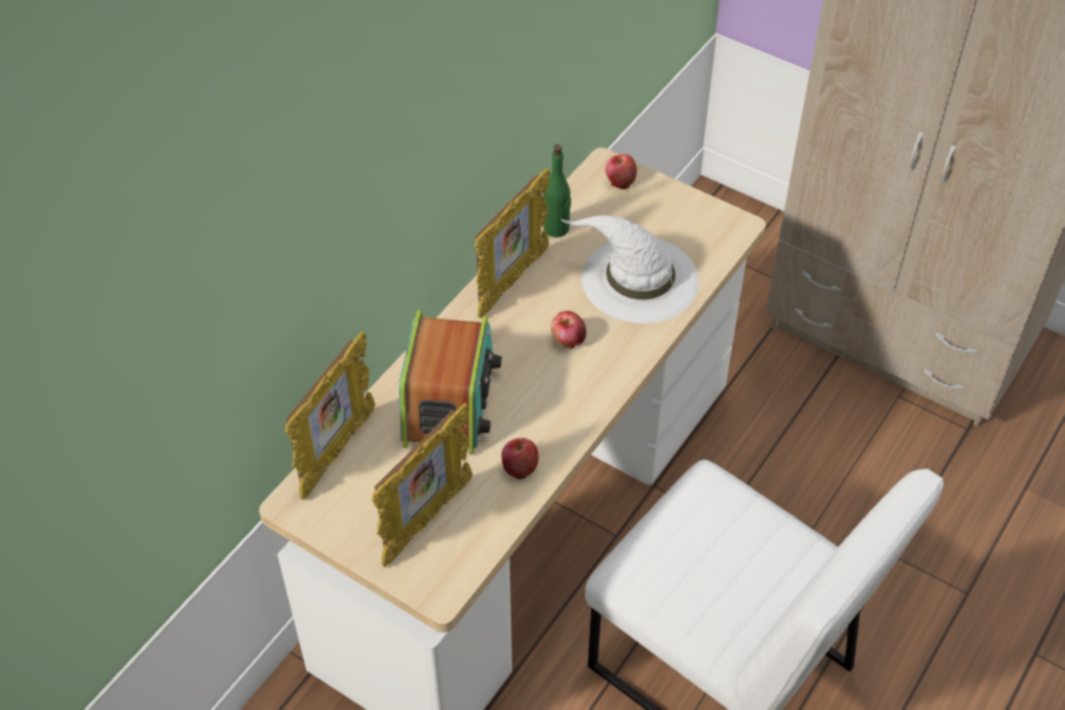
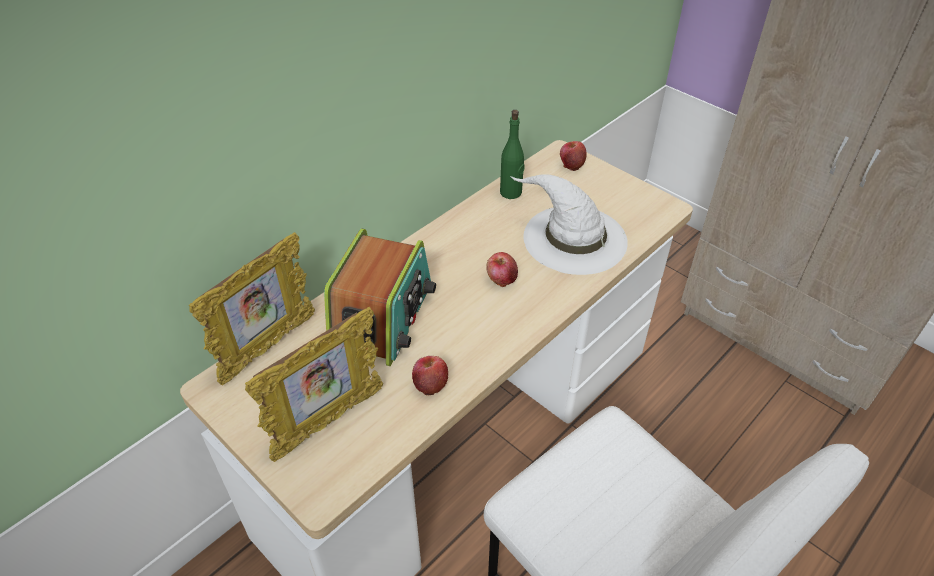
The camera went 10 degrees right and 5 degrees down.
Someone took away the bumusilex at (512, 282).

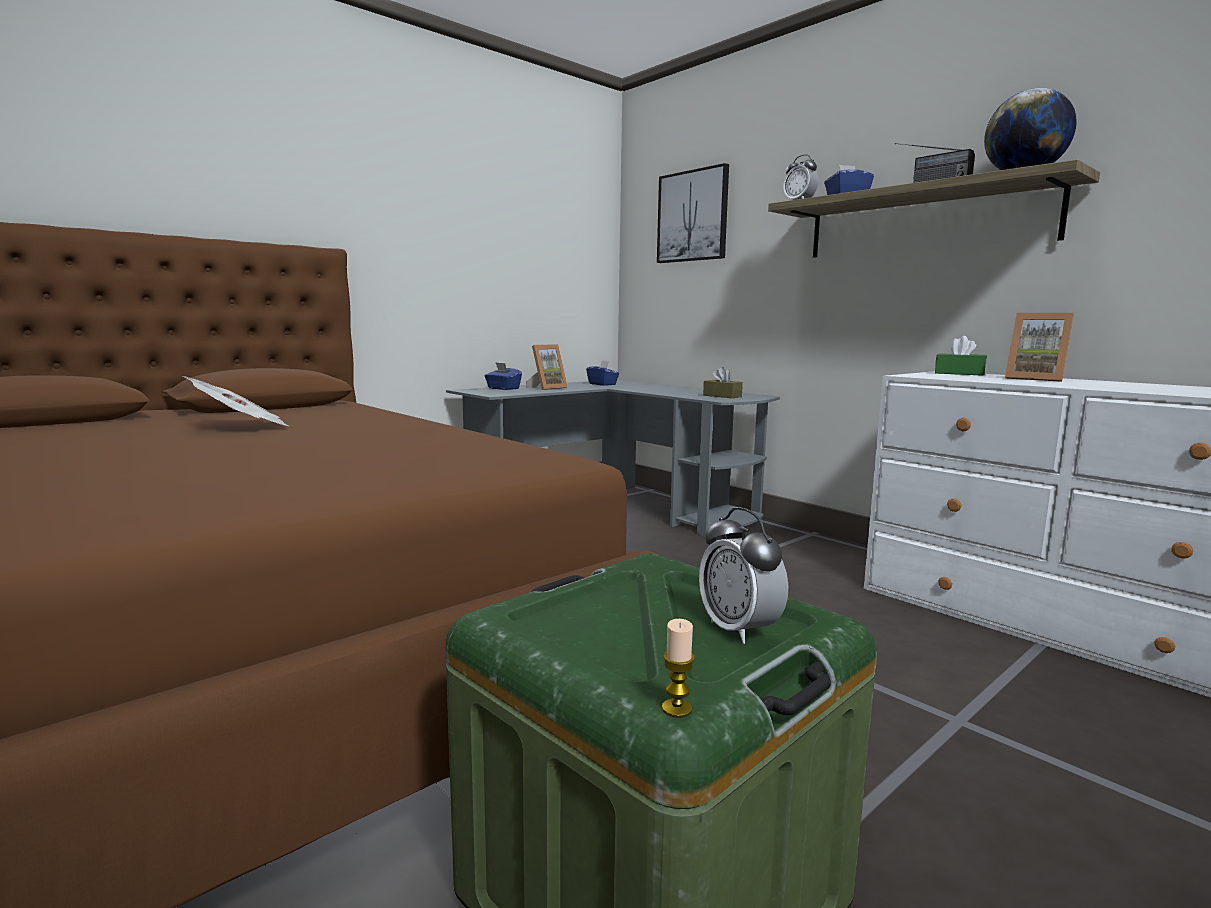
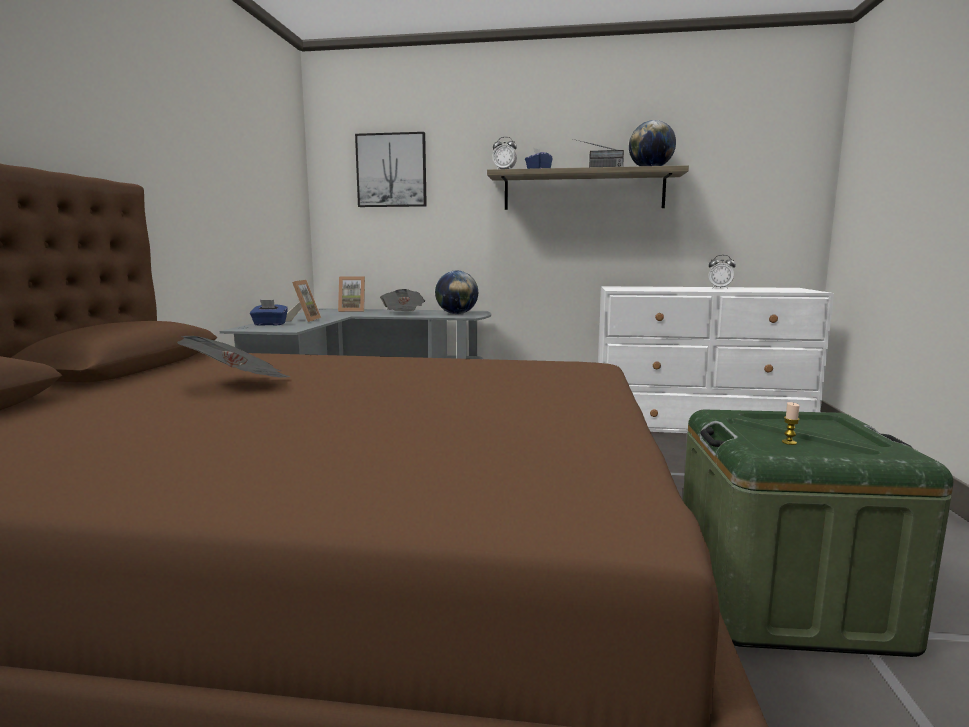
The camera went 40 degrees left and 0 degrees up.
Someone carried the bumusilex from (1035, 379) to (352, 311).
Someone put down the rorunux at (403, 313).
Someone swapped the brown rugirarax at (722, 396) for the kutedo at (456, 314).
Someone carried the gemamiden from (739, 630) to (720, 288).
Someone carried the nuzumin from (677, 709) to (789, 442).
Someone took away the blue rugirarax at (602, 384).
Someone took away the green rugirarax at (959, 373).

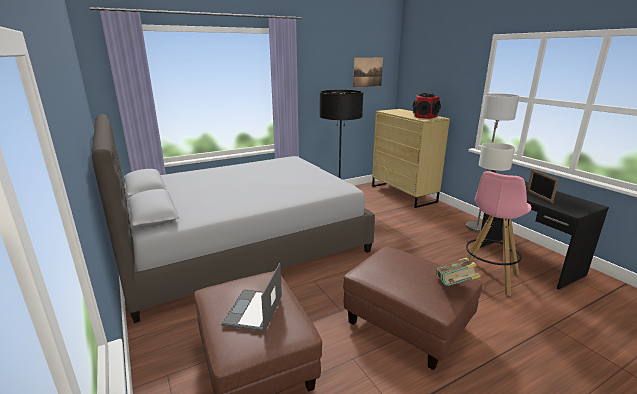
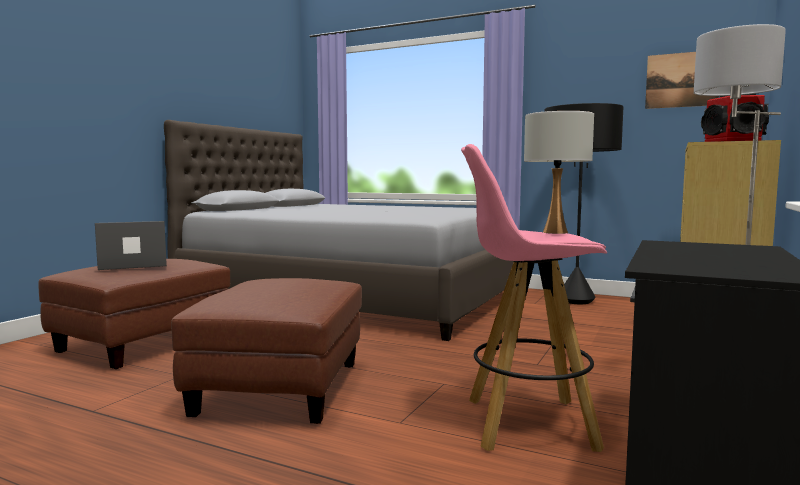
The camera went 55 degrees right and 15 degrees down.
Someone took away the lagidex at (455, 286).
Someone took away the bumusilex at (539, 196).

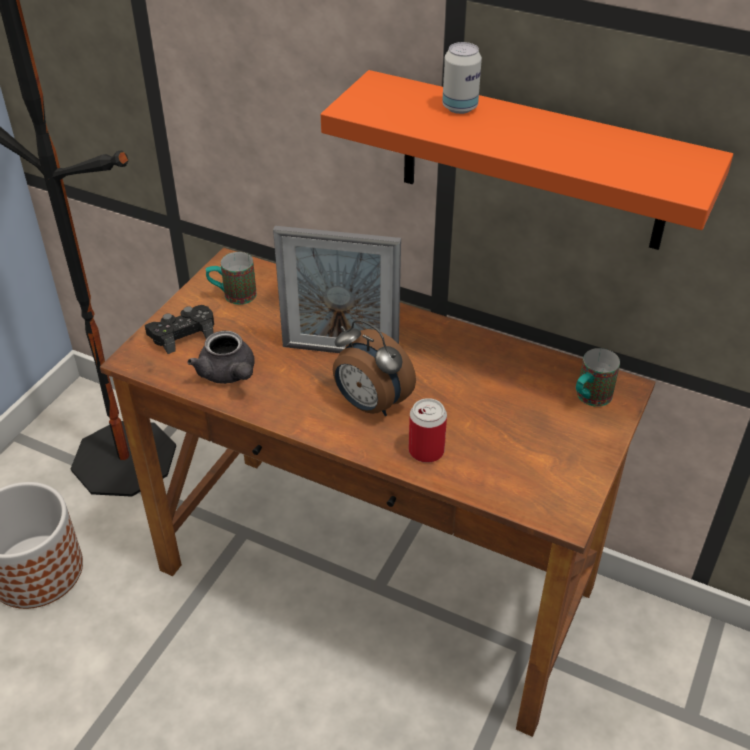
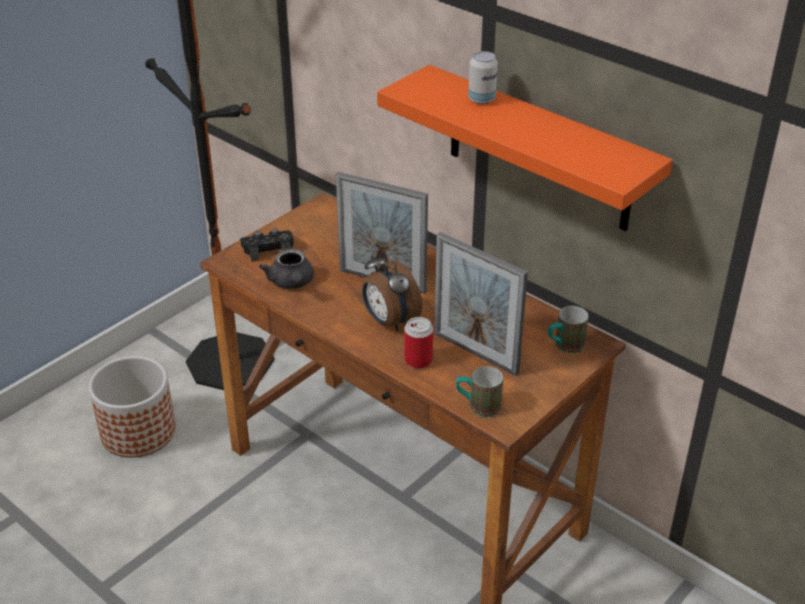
The camera went 15 degrees right and 5 degrees down.
Someone put down the bumusilex at (475, 353).
Someone carried the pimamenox from (233, 296) to (478, 406).

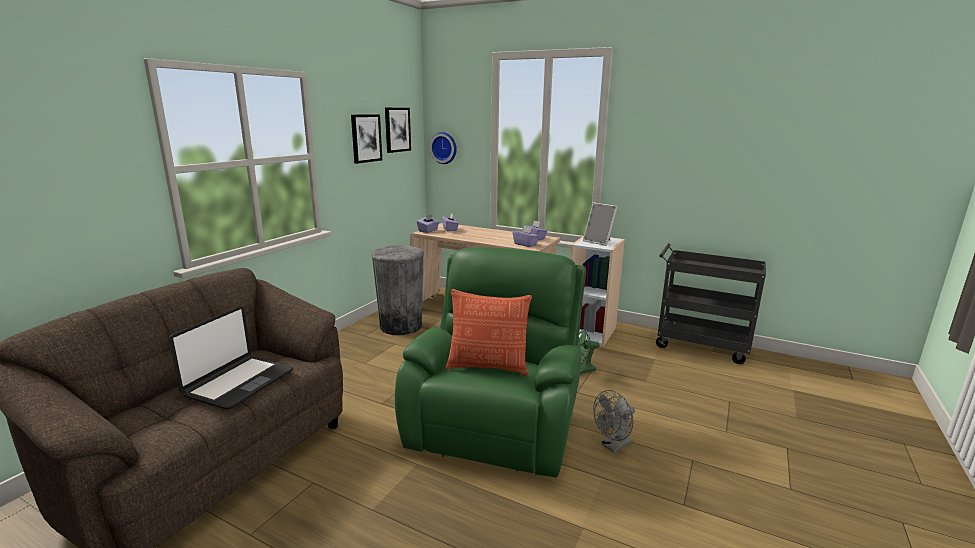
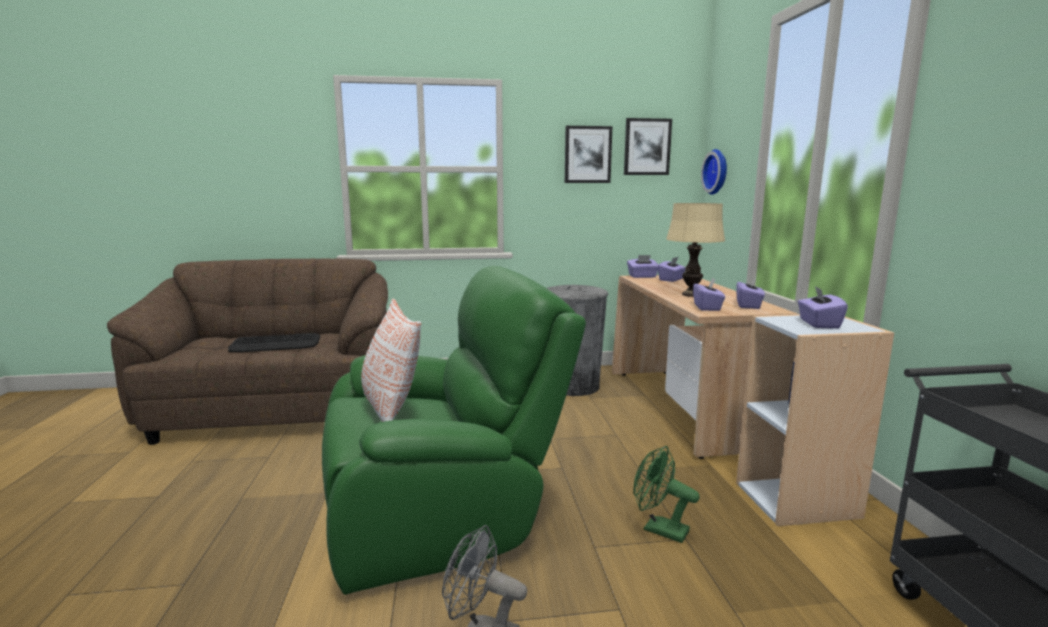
The camera went 55 degrees right and 5 degrees down.
Someone swapped the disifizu at (238, 382) for the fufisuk at (276, 344).
Someone repainted the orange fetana at (488, 367), which became the white fetana at (391, 410).
Someone put down the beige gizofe at (691, 295).
Someone swapped the bumusilex at (599, 242) for the purple rugirarax at (818, 324).

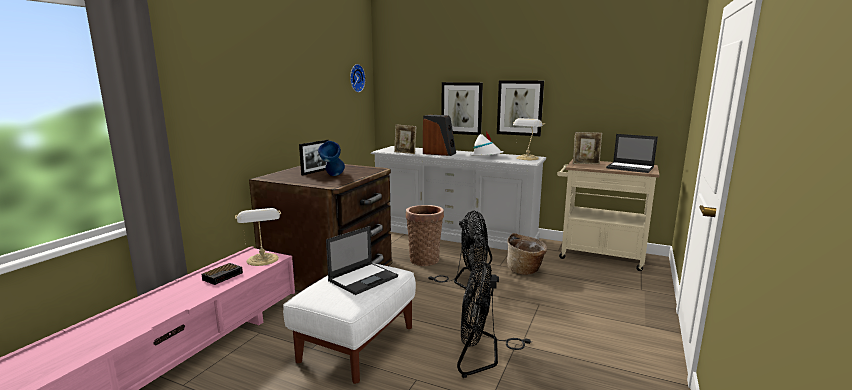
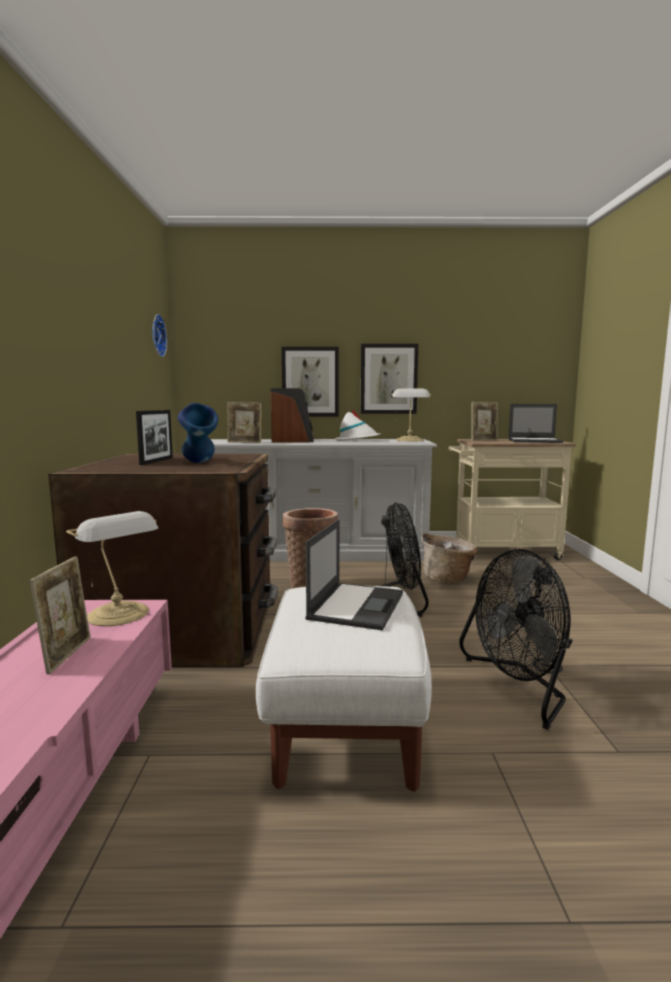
The camera went 25 degrees left and 5 degrees down.
Someone swapped the gemamiden at (223, 276) for the bumusilex at (67, 654).

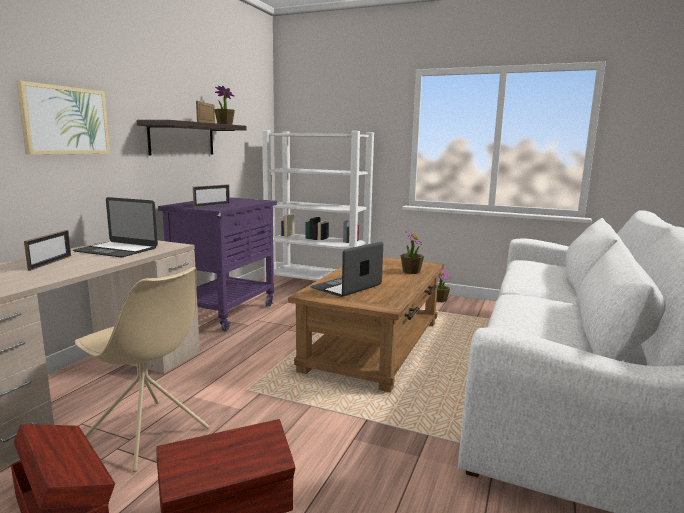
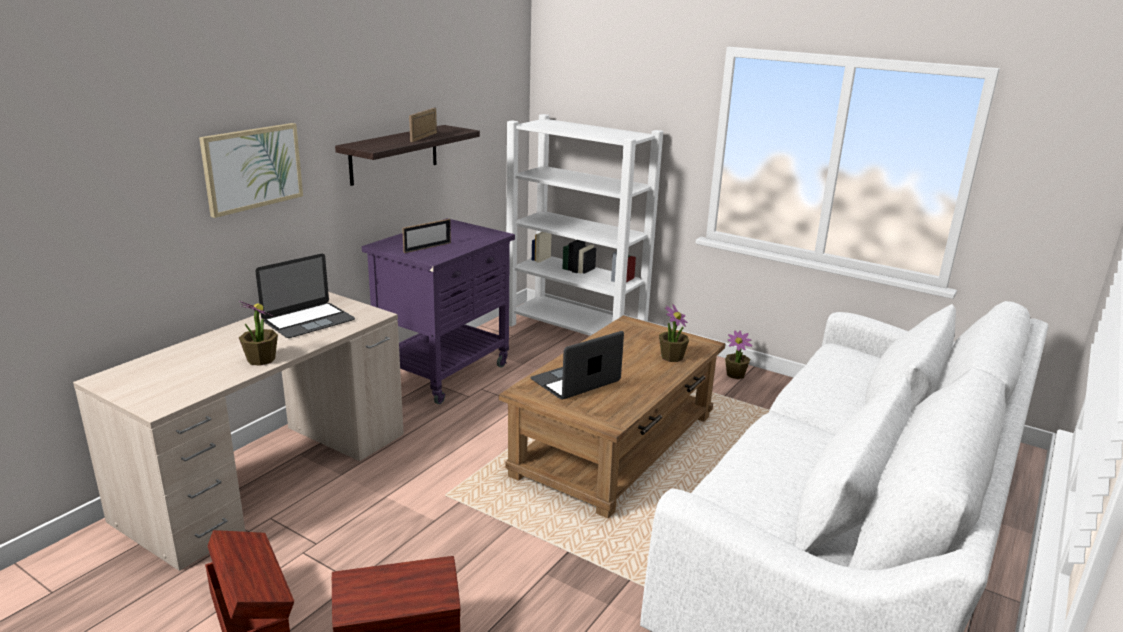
The camera went 10 degrees right and 10 degrees up.
Someone carried the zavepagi from (224, 124) to (261, 359).
Someone rotated the disifizu at (116, 249) by 75 degrees counterclockwise.
Someone took away the bumusilex at (50, 262).
Someone took away the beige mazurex at (148, 435).

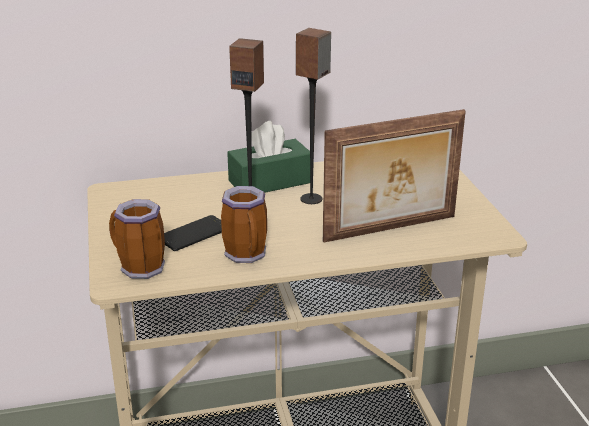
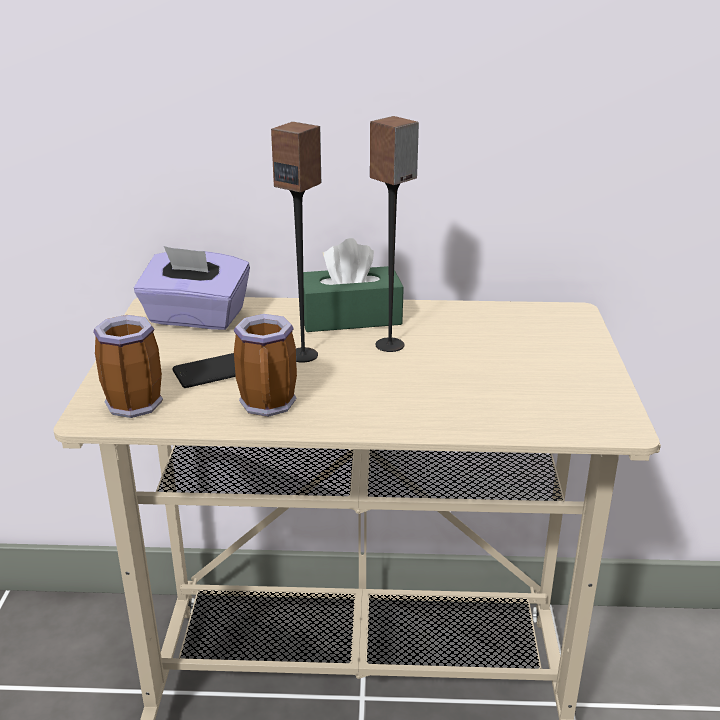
The camera went 15 degrees right and 0 degrees up.
Someone put down the purple rugirarax at (195, 318).
Someone took away the bumusilex at (391, 229).

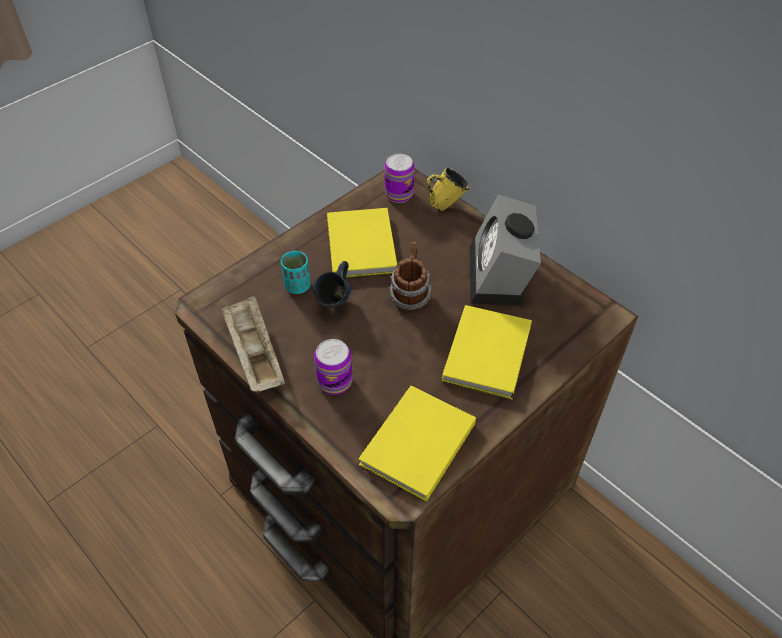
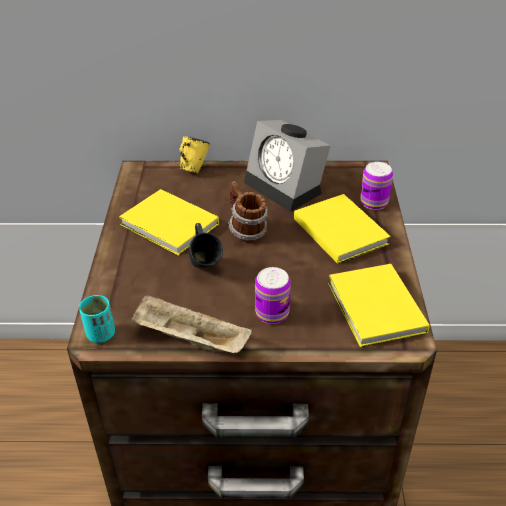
The camera went 45 degrees left and 10 degrees down.
Someone carried the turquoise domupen from (297, 286) to (101, 334).
Someone carried the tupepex from (399, 194) to (374, 202).

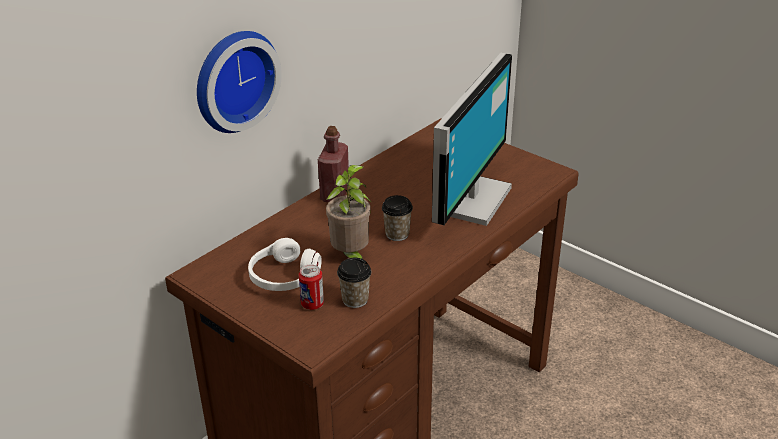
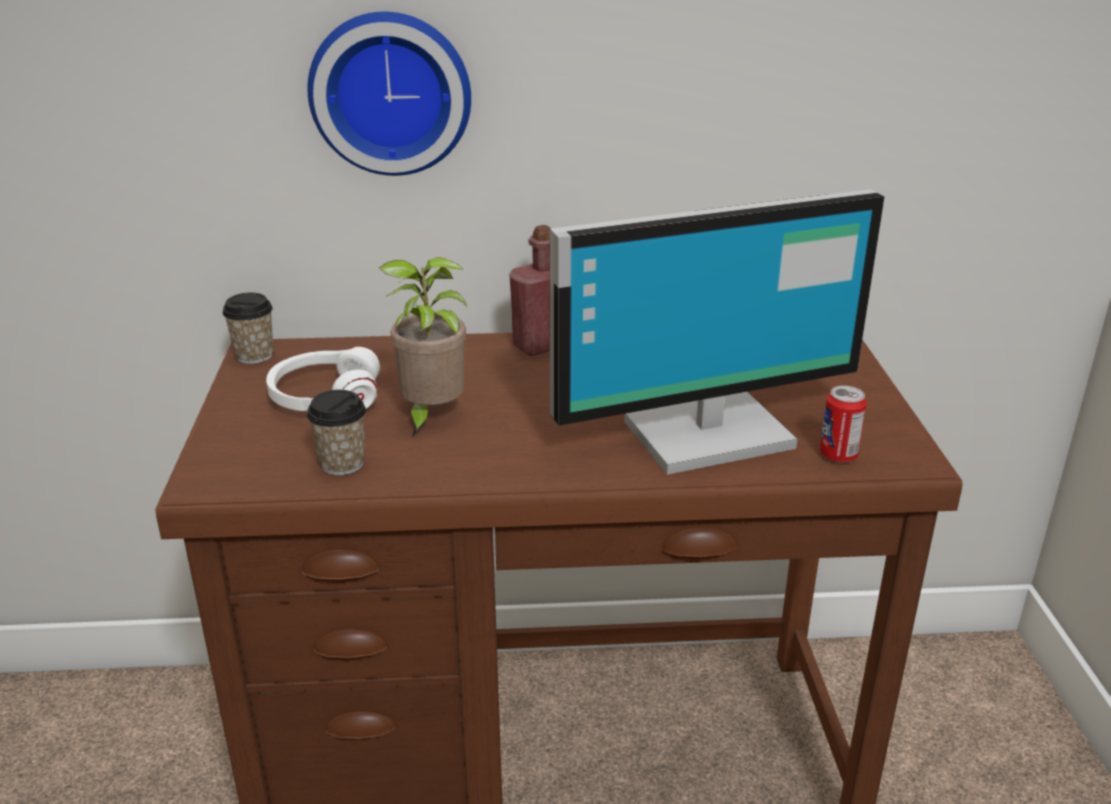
The camera went 45 degrees right and 5 degrees down.
Someone carried the domupen from (397, 234) to (254, 356).
Someone carried the tupepex from (312, 304) to (838, 455).

